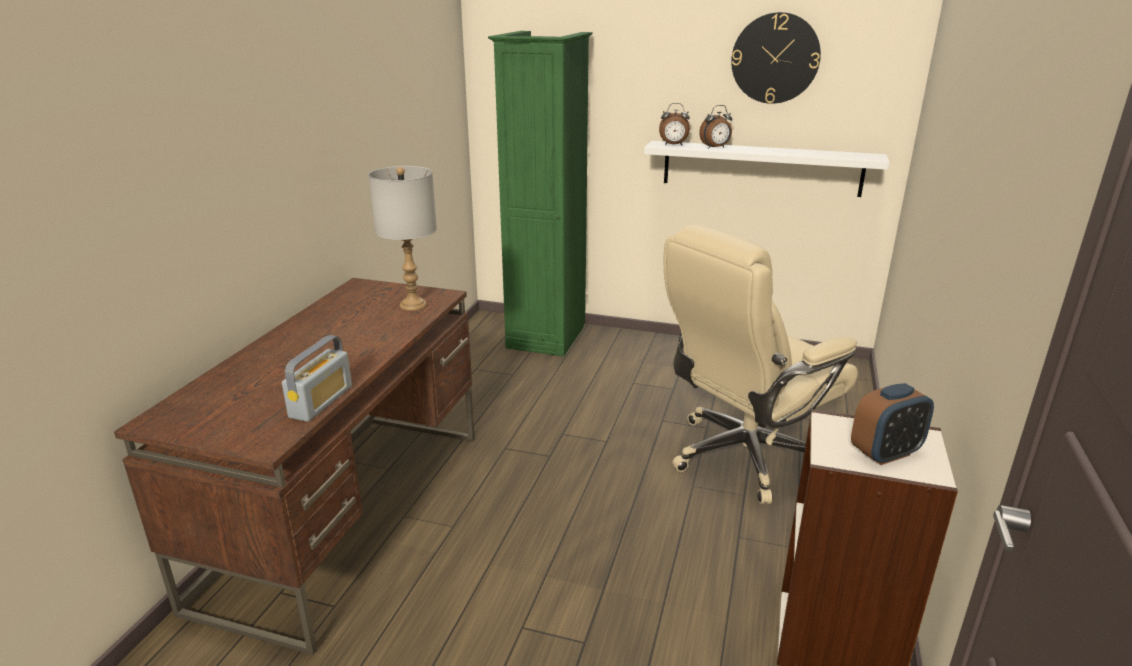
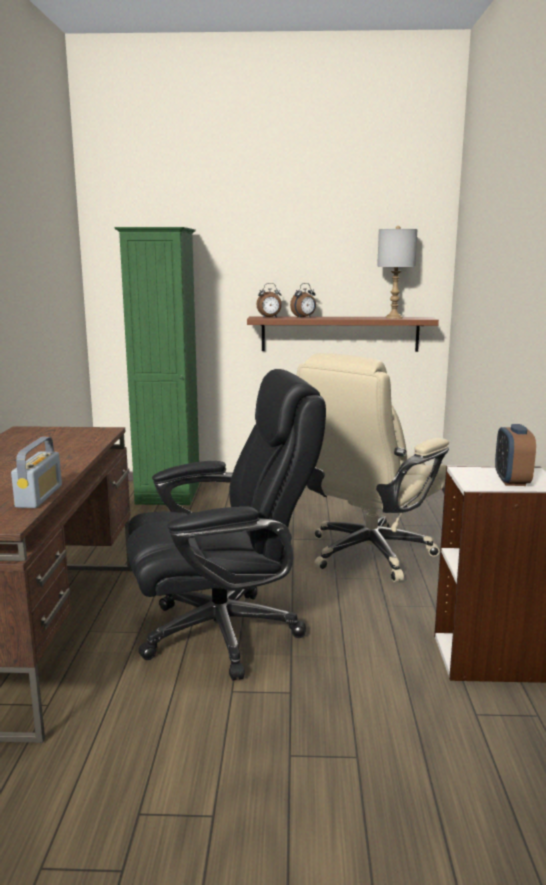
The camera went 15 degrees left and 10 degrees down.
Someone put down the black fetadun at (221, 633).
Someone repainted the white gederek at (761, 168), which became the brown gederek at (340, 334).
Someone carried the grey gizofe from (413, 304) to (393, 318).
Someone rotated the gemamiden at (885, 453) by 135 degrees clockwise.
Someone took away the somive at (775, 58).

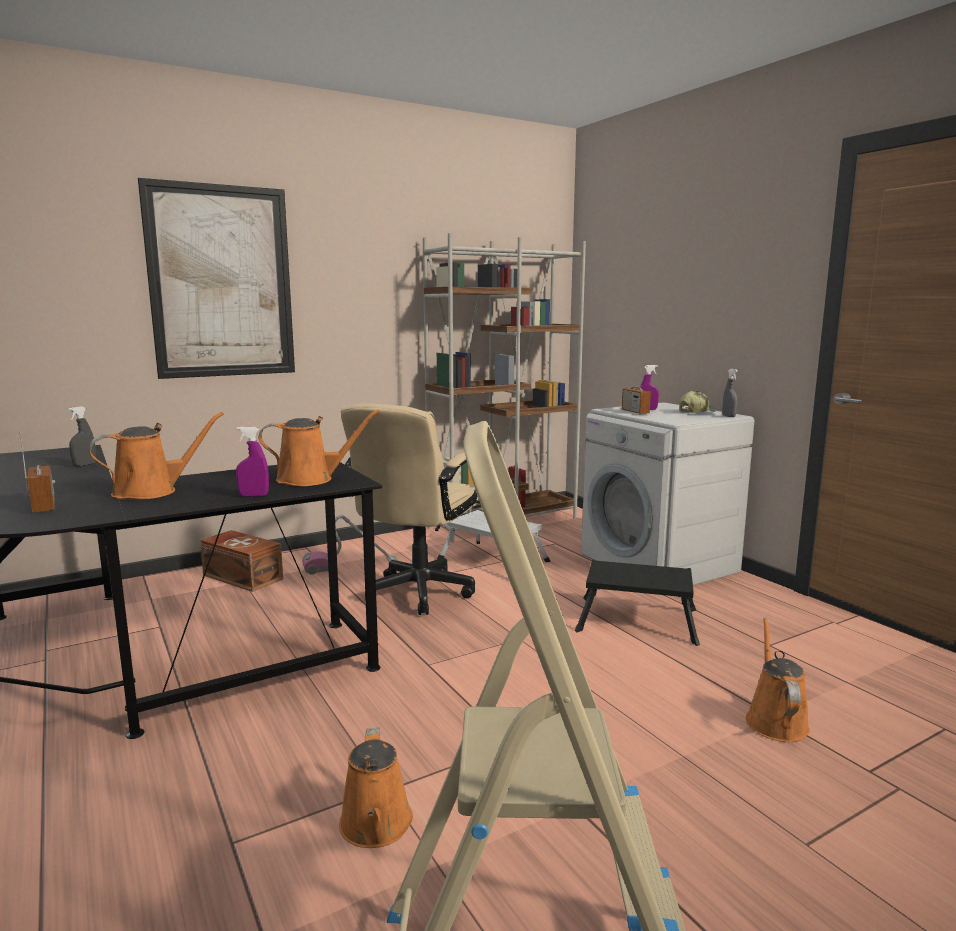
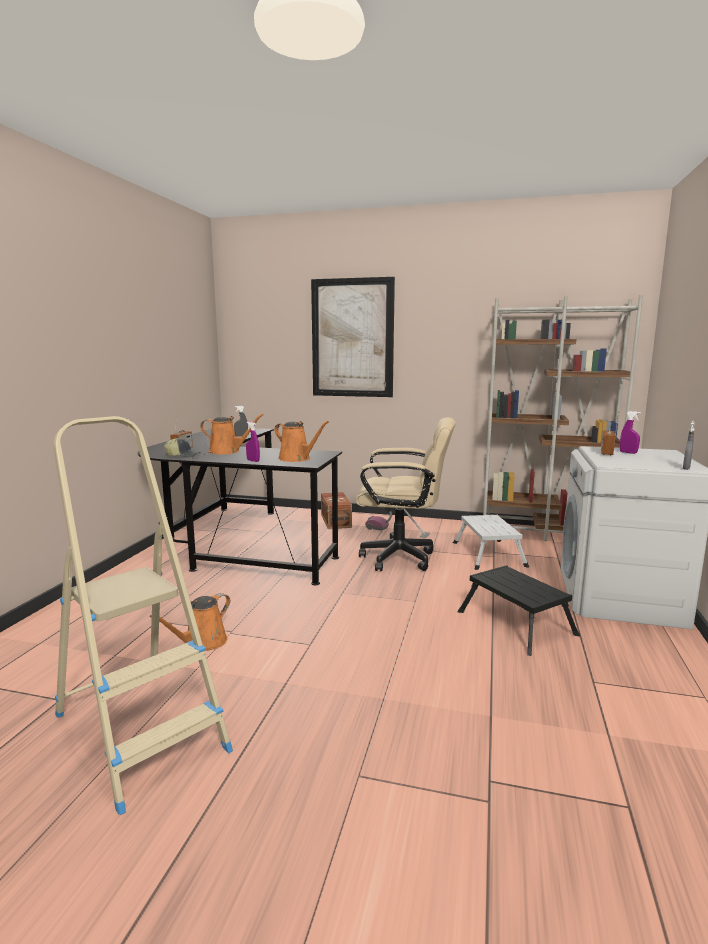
The camera went 45 degrees right and 0 degrees up.
Someone carried the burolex from (696, 412) to (183, 455).
Someone rotated the beige fetadun at (417, 596) by 150 degrees counterclockwise.
Someone took away the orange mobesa at (775, 720).

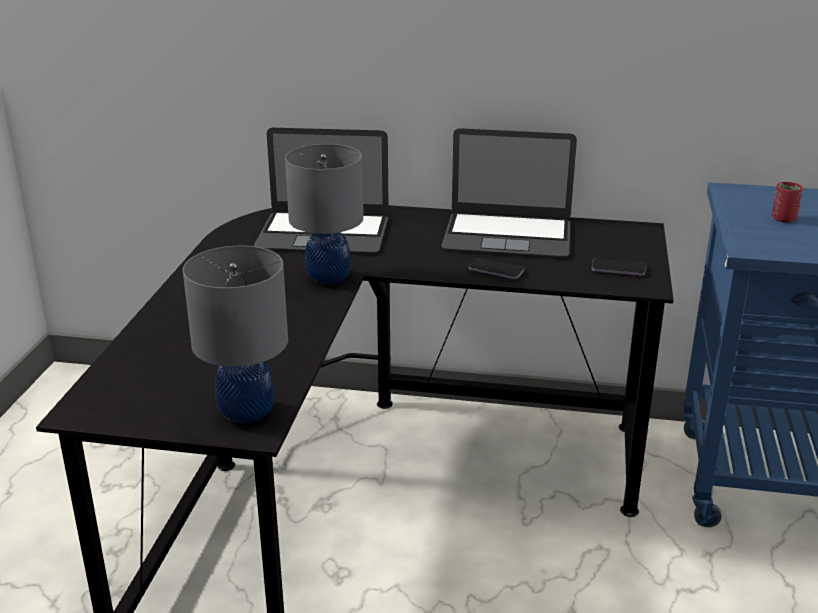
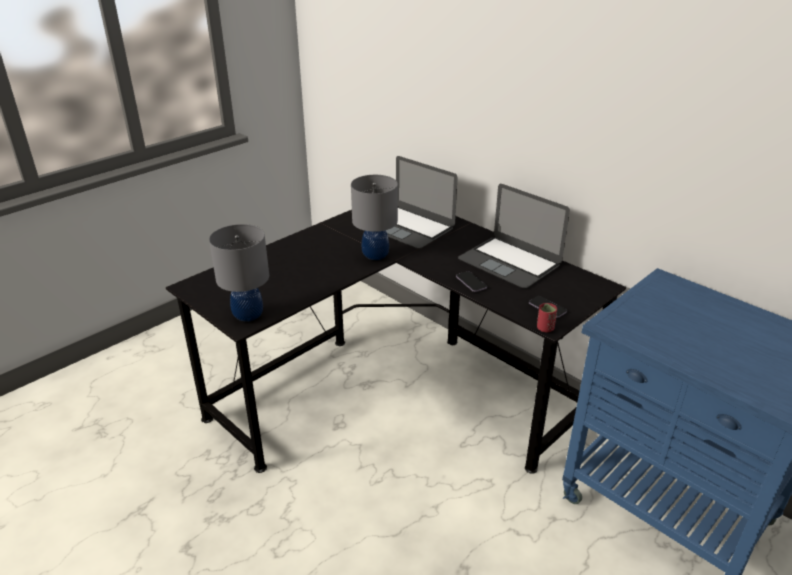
The camera went 35 degrees right and 5 degrees up.
Someone carried the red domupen from (783, 219) to (545, 328).

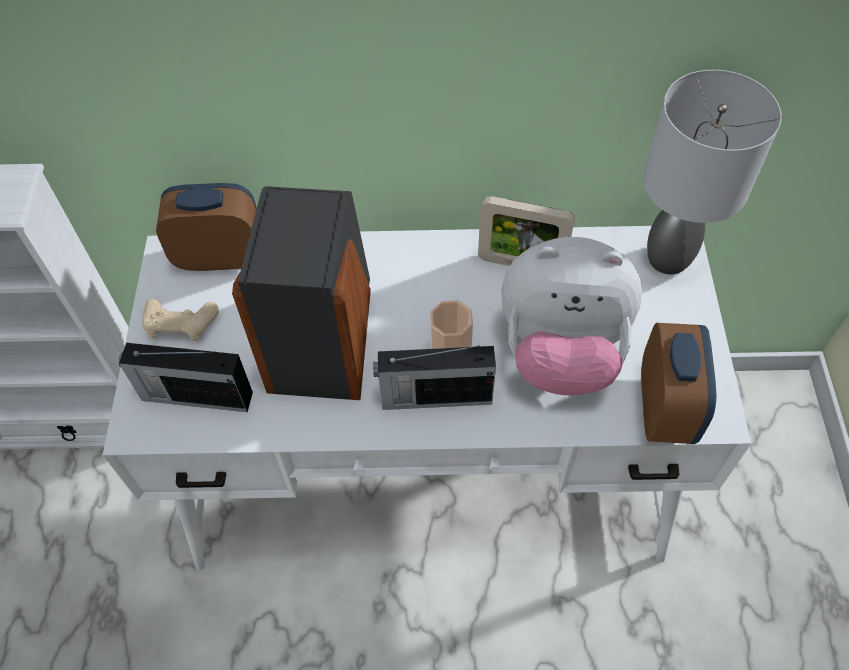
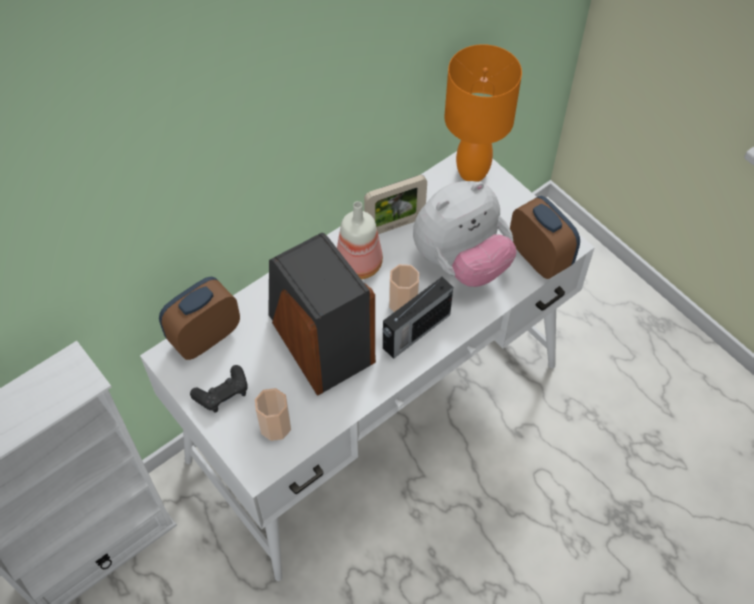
The camera went 40 degrees left and 0 degrees up.
Someone repainted the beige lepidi at (180, 325), which became the black lepidi at (222, 393).
Someone swapped the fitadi at (195, 395) for the domupen at (275, 426).
Someone put down the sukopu at (360, 265).
Someone repainted the grey gizofe at (666, 259), which became the orange gizofe at (472, 172).

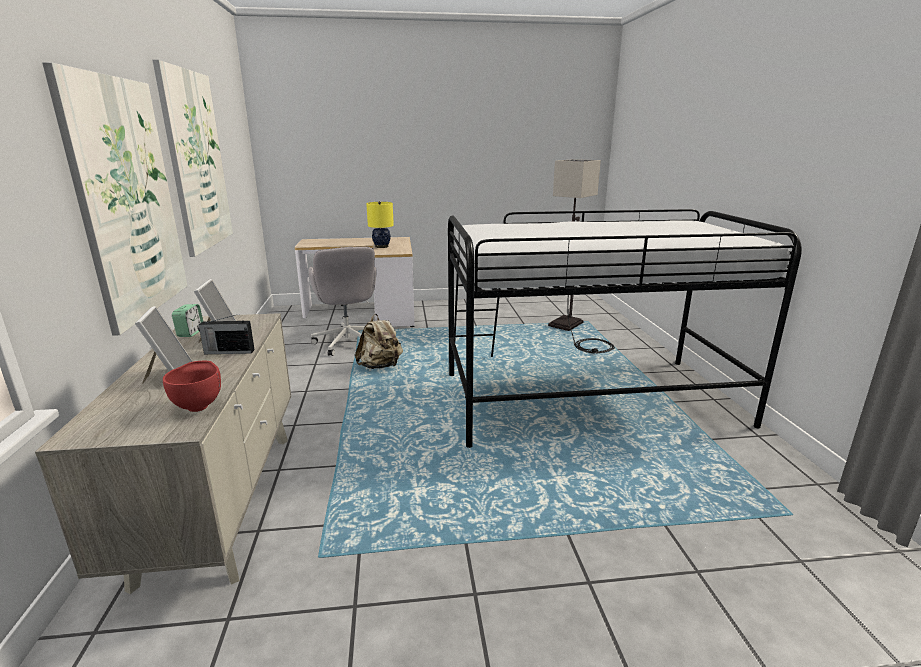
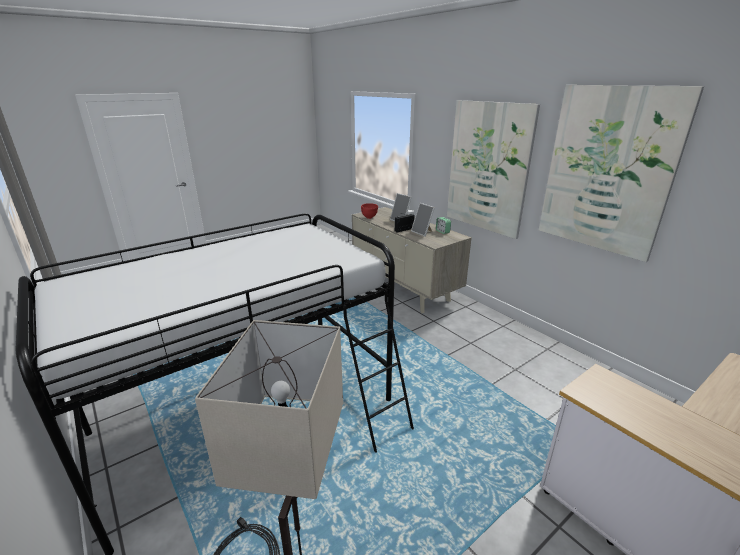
The camera went 150 degrees right and 5 degrees up.
Someone took away the grey fetadun at (347, 343).
Someone took away the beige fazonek at (380, 366).
Someone took away the yellow gizofe at (381, 246).

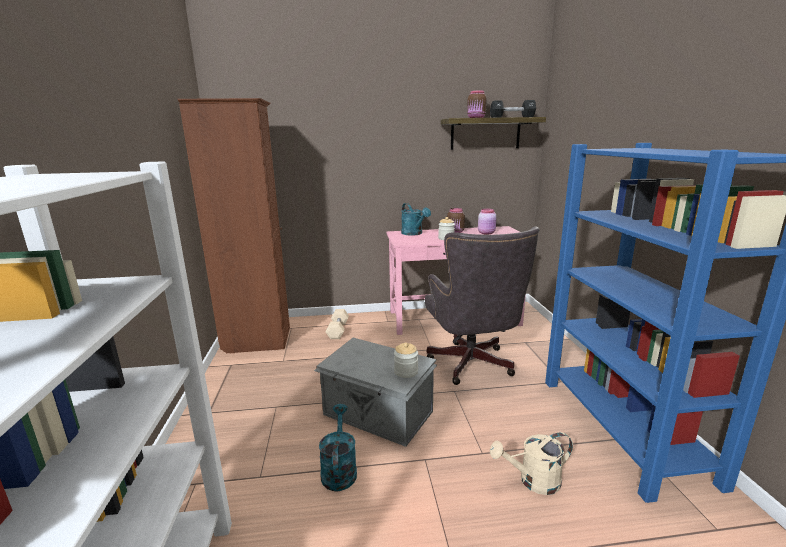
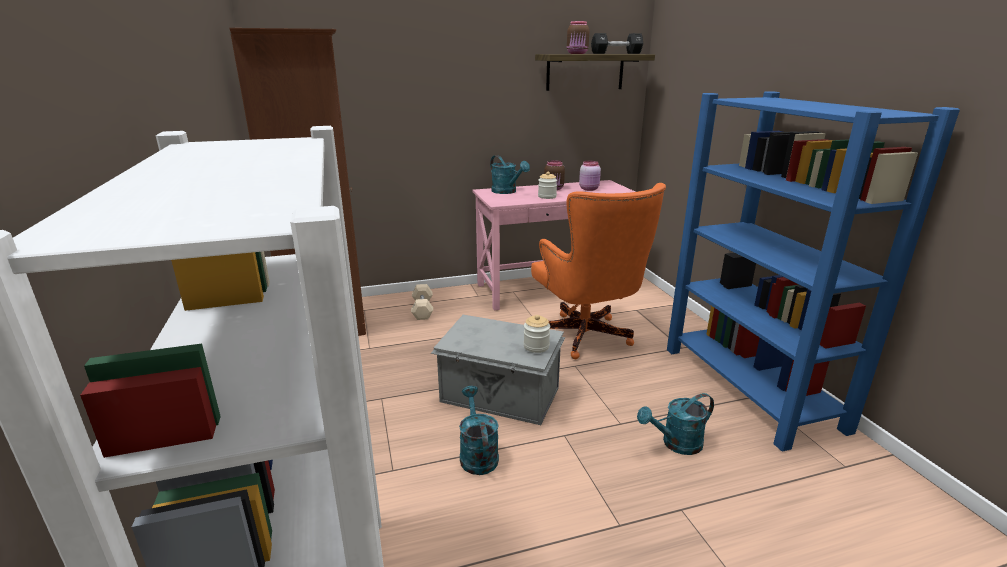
The camera went 10 degrees left and 5 degrees up.
Someone repainted the grey fetadun at (472, 366), which became the orange fetadun at (587, 338).
Someone repainted the beige mobesa at (533, 481), which became the turquoise mobesa at (676, 444).

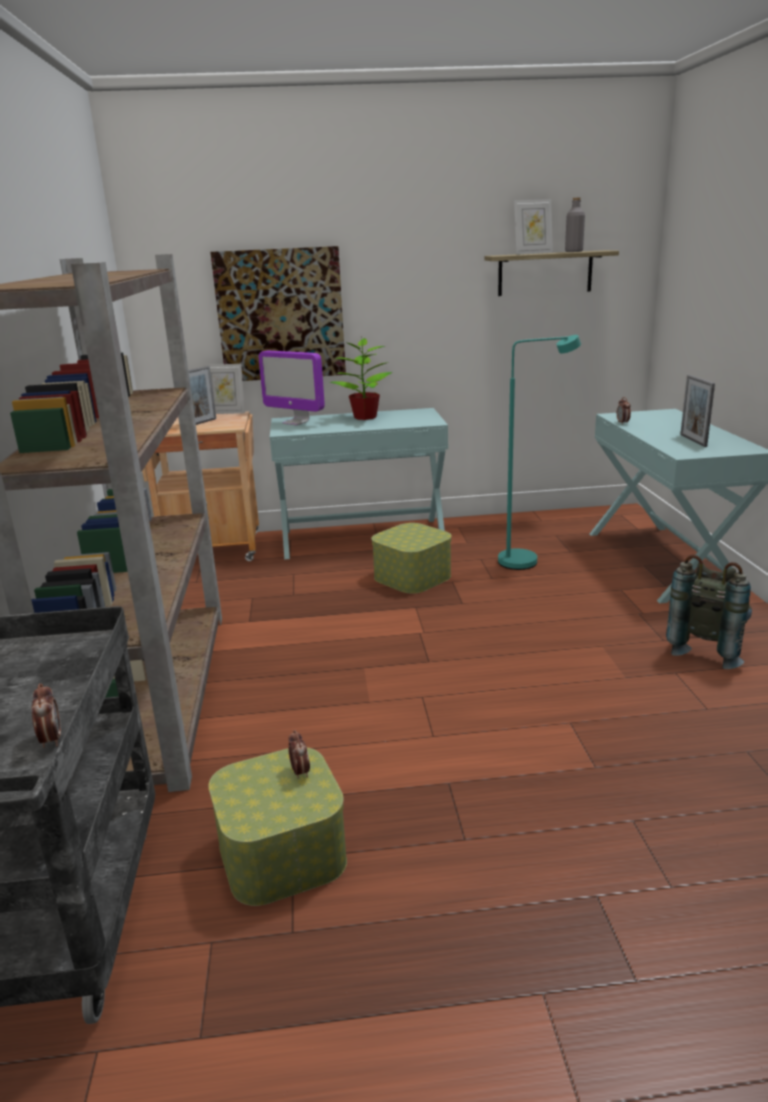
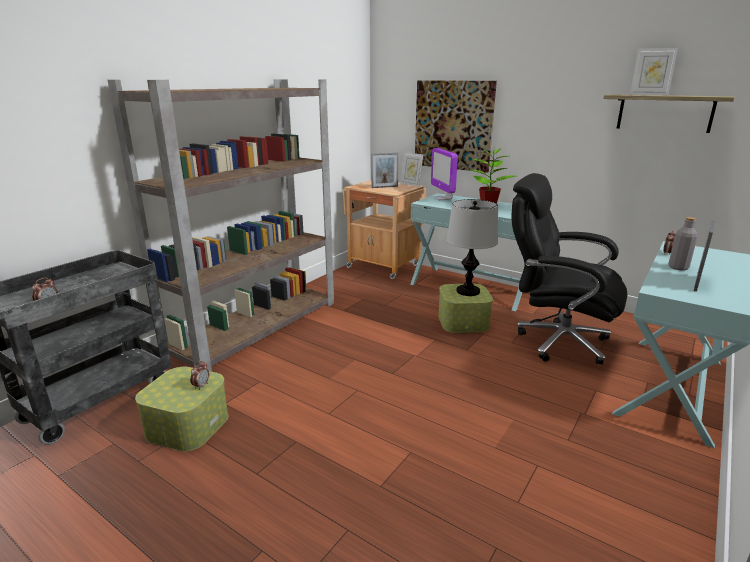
The camera went 40 degrees right and 0 degrees up.
Someone put down the gizofe at (467, 291).
Someone swapped the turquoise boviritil at (528, 560) for the black fetadun at (556, 341).
Someone carried the grey sukopu from (573, 251) to (678, 267).
Someone took away the grey fazonek at (707, 649).

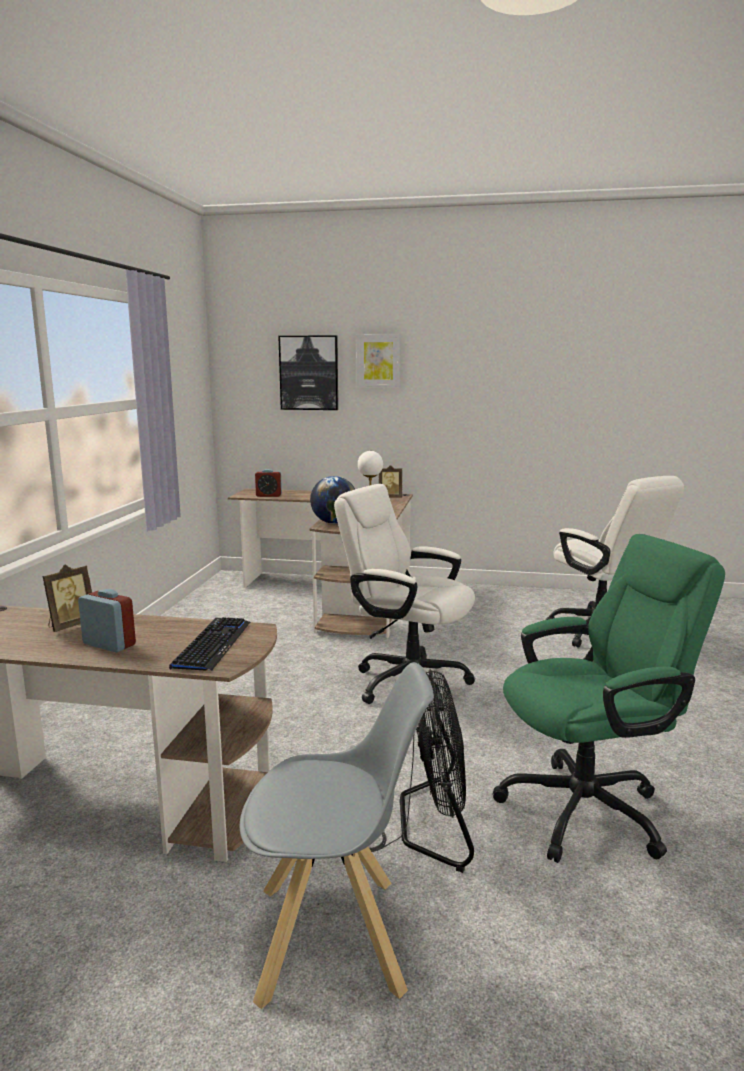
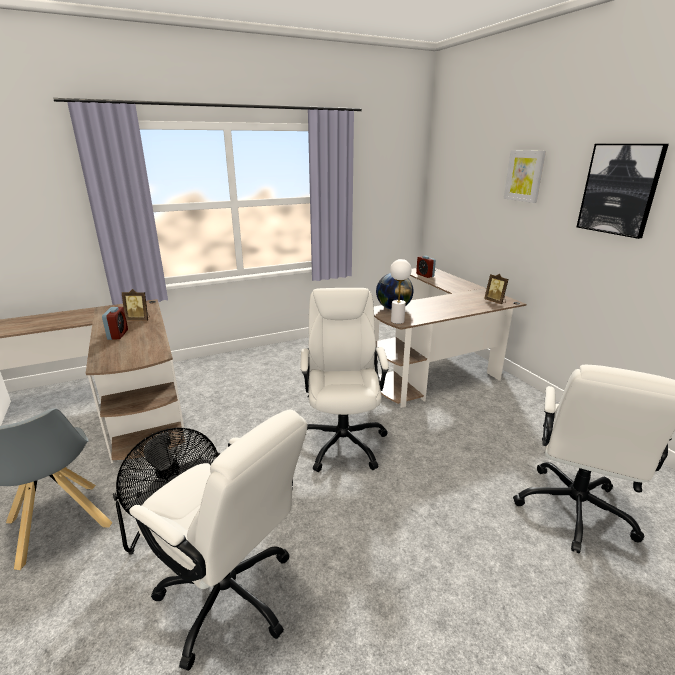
The camera went 55 degrees right and 10 degrees up.
Someone repainted the green fetadun at (589, 810), which became the white fetadun at (232, 600).
Someone carried the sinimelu from (309, 373) to (619, 189).
Someone took away the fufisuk at (212, 645).

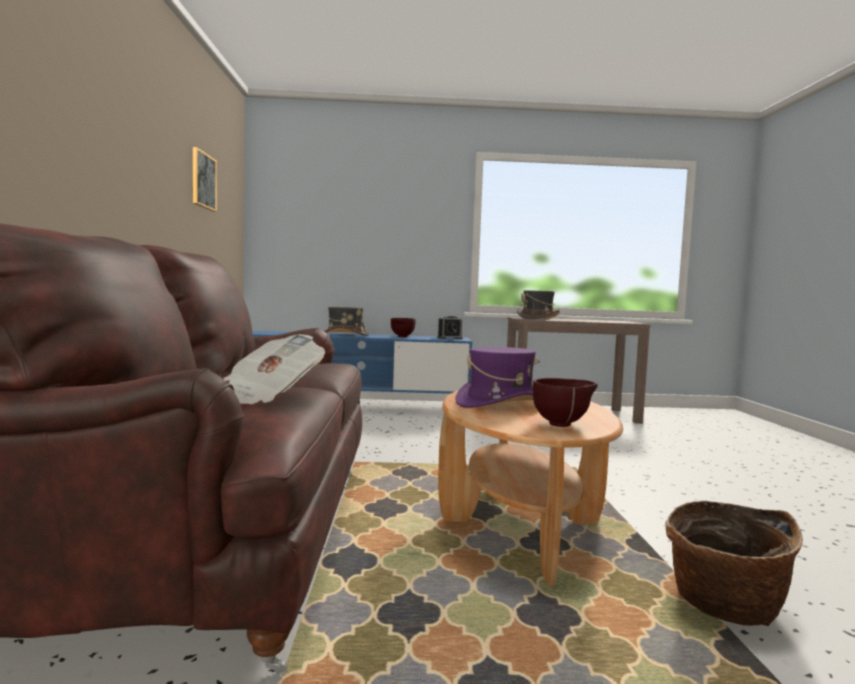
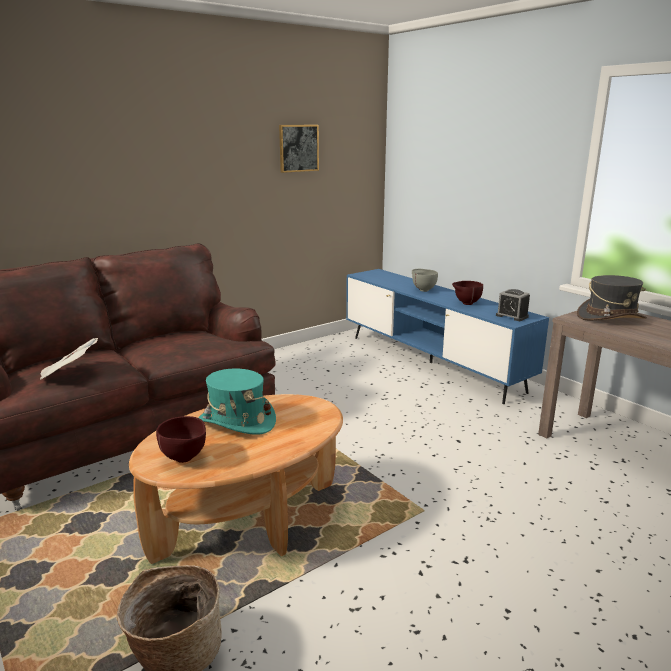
The camera went 55 degrees right and 15 degrees up.
Someone repainted the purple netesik at (500, 404), which became the turquoise netesik at (237, 421).
Someone swapped the grey netesik at (345, 335) for the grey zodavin at (423, 290).

